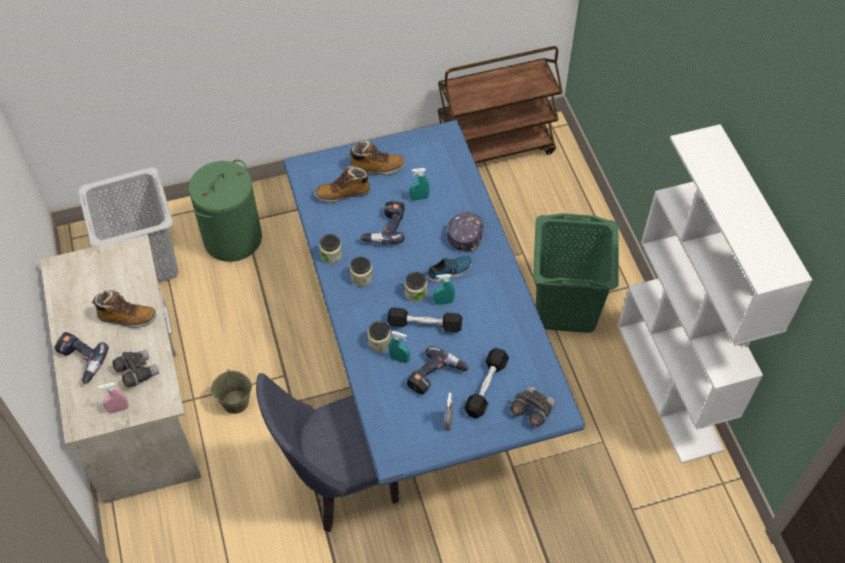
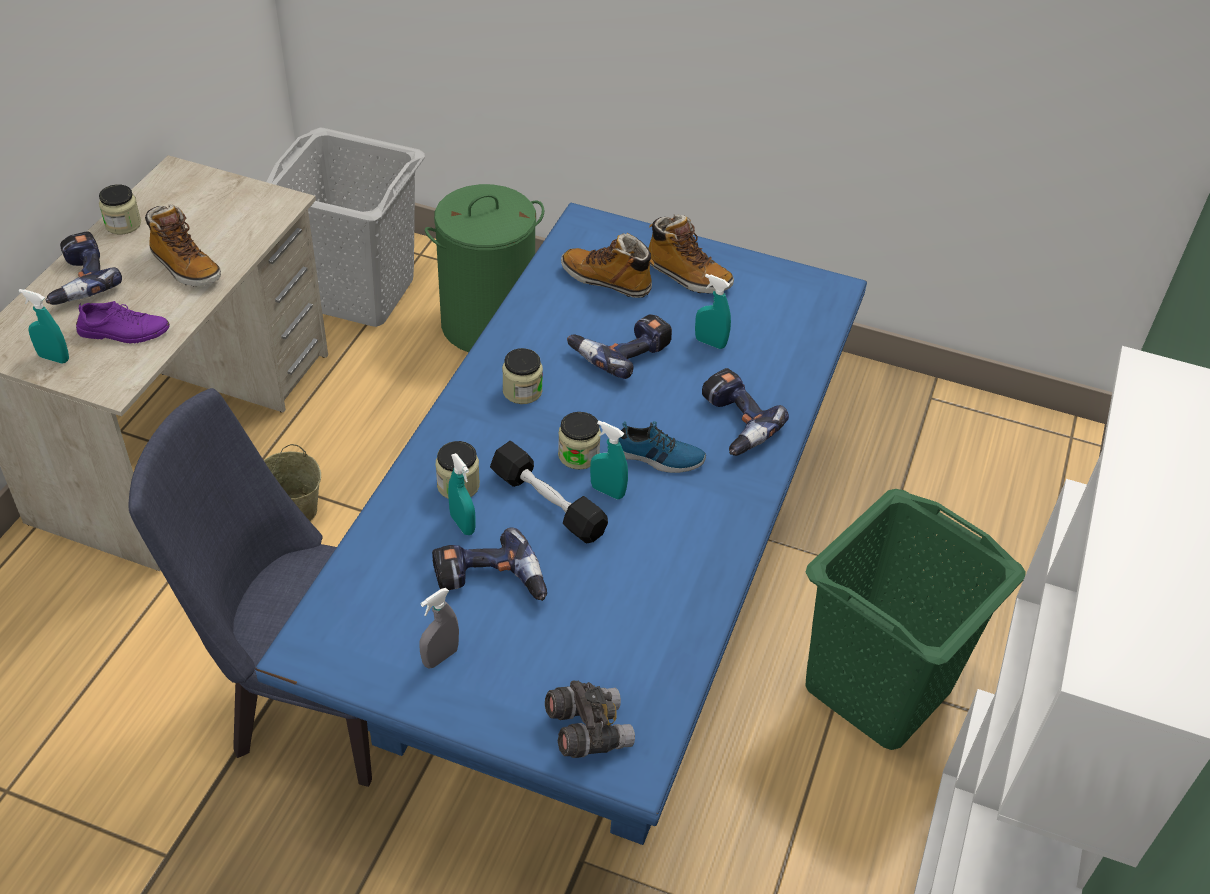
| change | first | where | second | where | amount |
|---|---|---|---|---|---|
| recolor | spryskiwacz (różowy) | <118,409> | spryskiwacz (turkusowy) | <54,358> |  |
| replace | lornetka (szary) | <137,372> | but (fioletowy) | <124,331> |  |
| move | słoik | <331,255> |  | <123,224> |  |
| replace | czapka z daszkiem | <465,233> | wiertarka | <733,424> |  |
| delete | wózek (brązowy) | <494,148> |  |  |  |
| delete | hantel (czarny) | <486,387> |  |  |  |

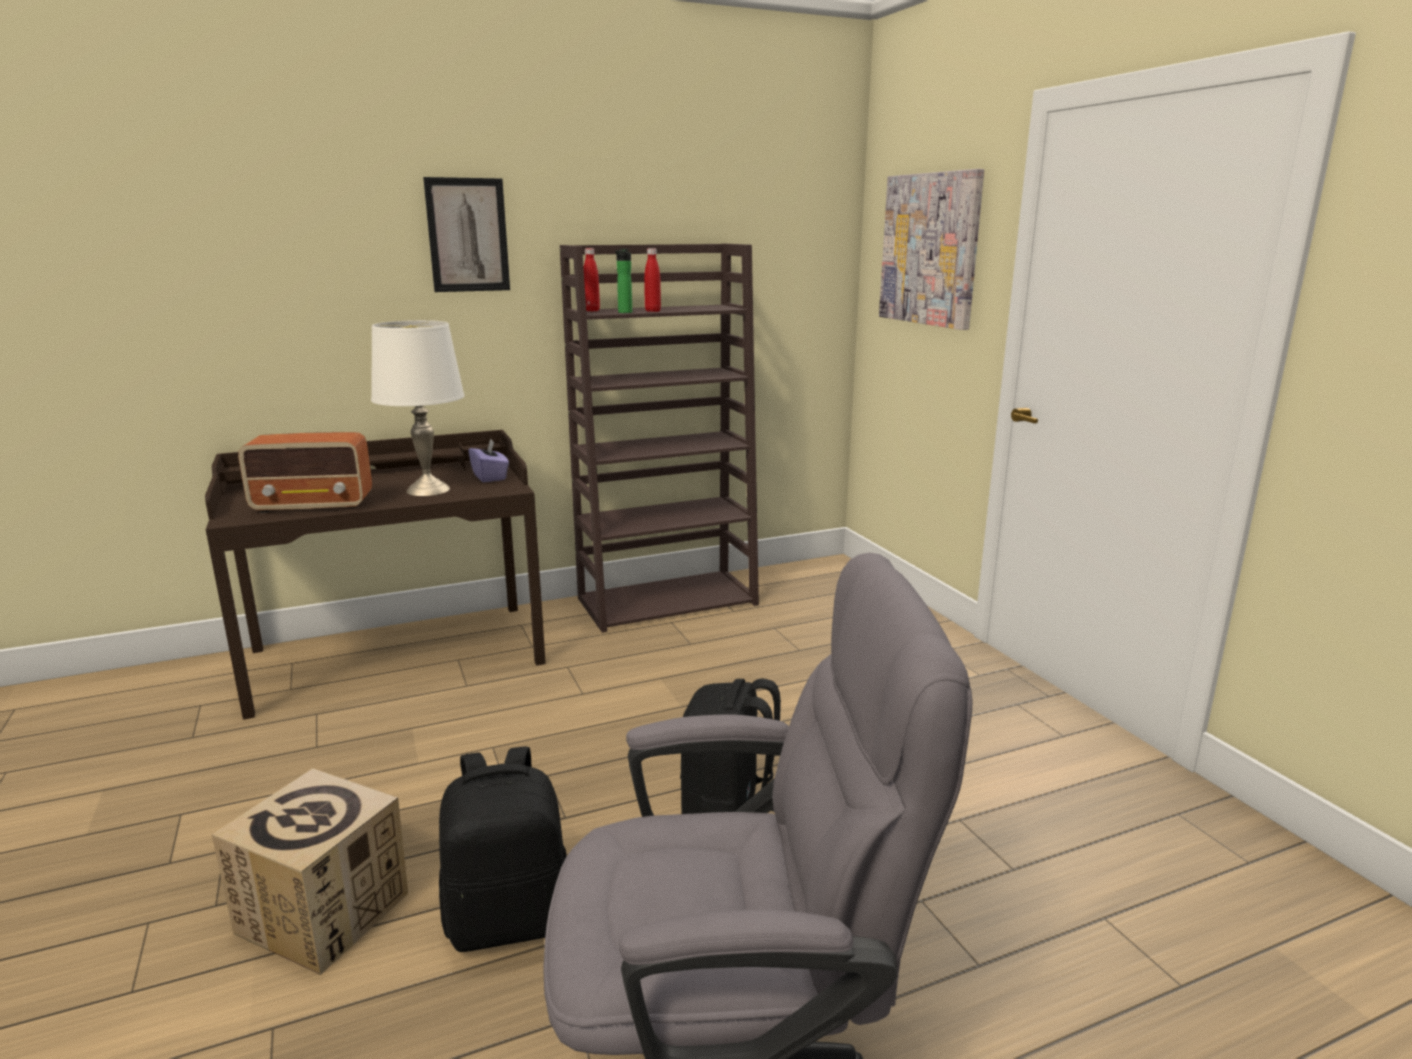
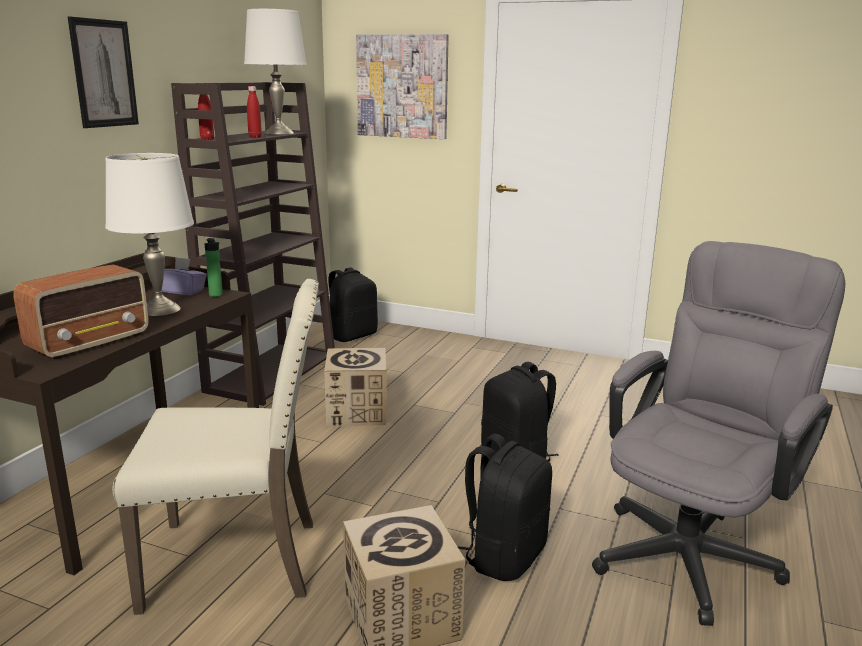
| change | first | where | second | where | amount |
|---|---|---|---|---|---|
| insert |  |  | krzesło (beżowy) | <237,561> |  |
| move | butelka | <624,312> |  | <216,295> |  |
| insert |  |  | lampa stołowa (biały) | <279,133> |  |
| insert |  |  | karton | <357,412> |  |
| insert |  |  | plecak (czarny) | <352,336> |  |

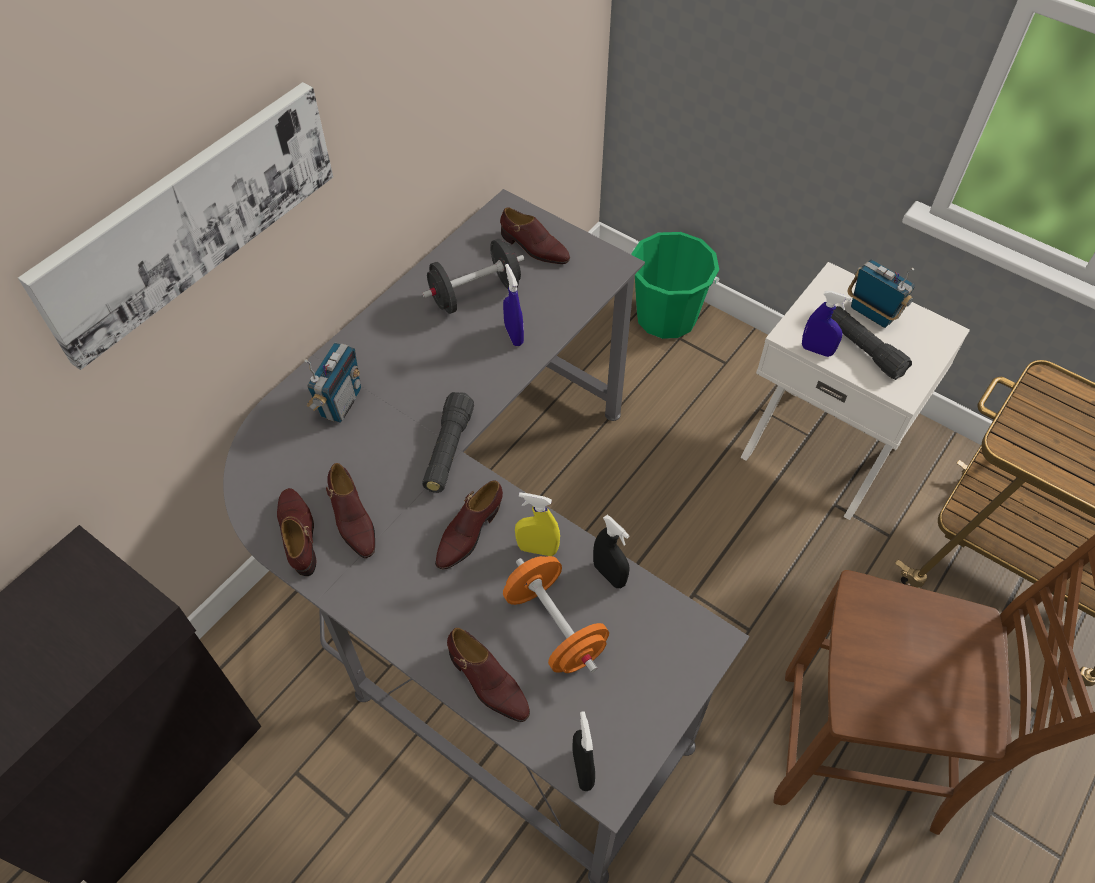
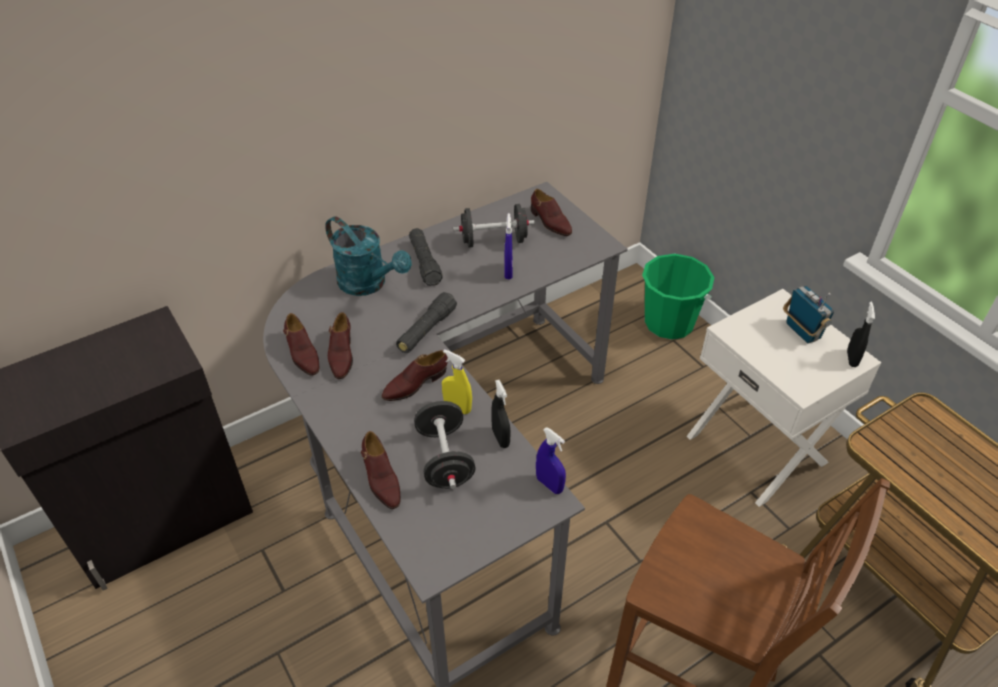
| change | first | where | second | where | amount |
|---|---|---|---|---|---|
| rotate | but (brązowy) | <299,534> |  | <302,354> | 150 degrees clockwise |
| replace | radio | <340,403> | konewka (turkusowy) | <369,284> |  |
| move | latarka (czarny) | <863,349> |  | <424,263> |  |
| recolor | hantel (pomarańczowy) | <555,627> | hantel (czarny) | <445,459> |  |
| move | spryskiwacz (niebieski) | <817,350> |  | <549,484> |  |
| move | spryskiwacz (czarny) | <582,769> |  | <852,359> |  |
| delete | obraz | <189,217> |  |  |  |

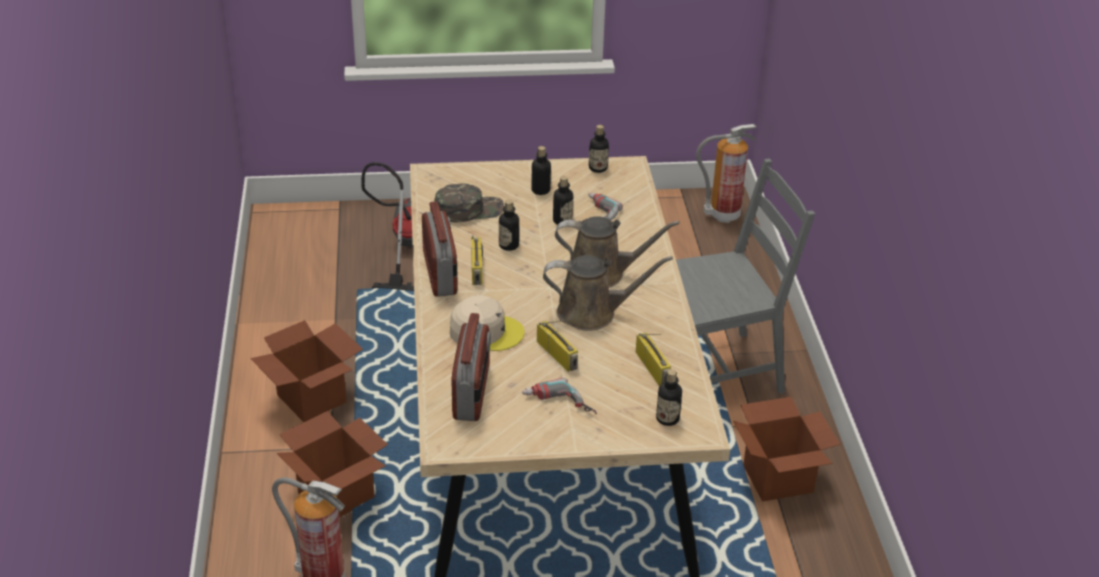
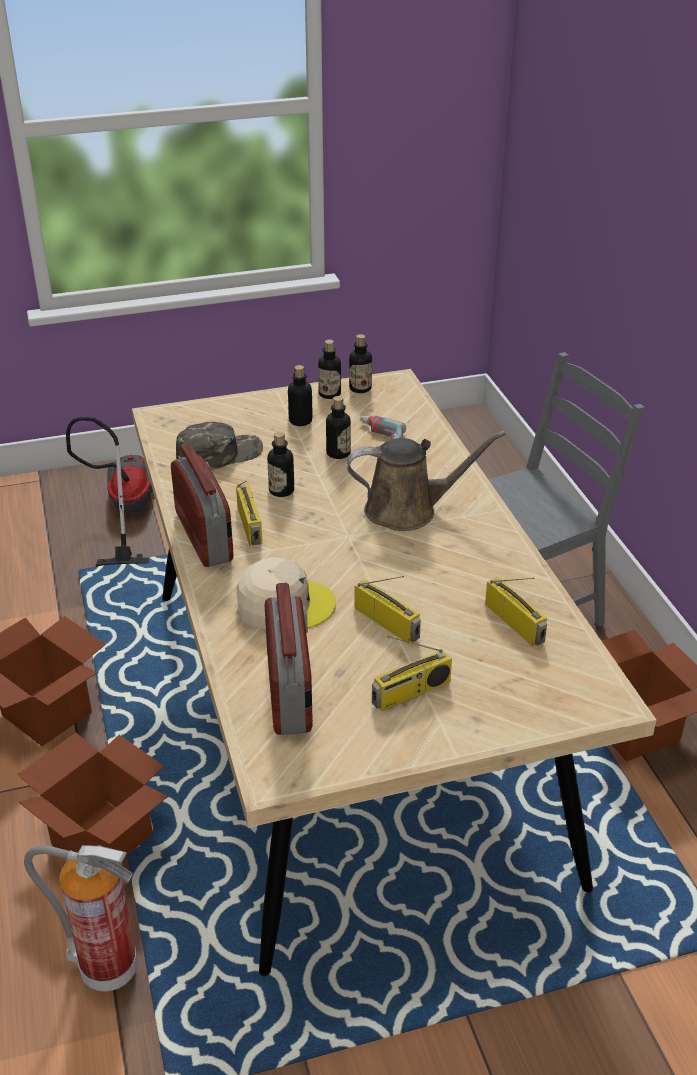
| change | first | where | second | where | amount |
|---|---|---|---|---|---|
| move | butelka | <667,419> |  | <329,394> |  |
| replace | wiertarka | <558,406> | radio | <411,693> |  |
| delete | konewka (brązowy) | <592,313> |  |  |  |
| delete | gaśnica | <722,216> |  |  |  |

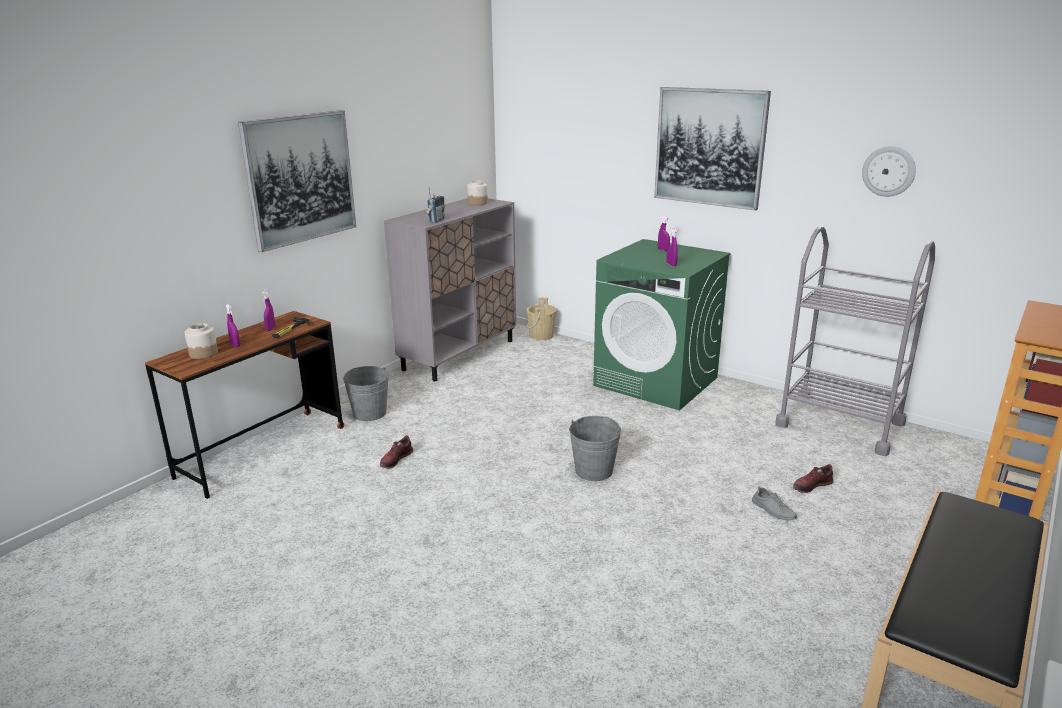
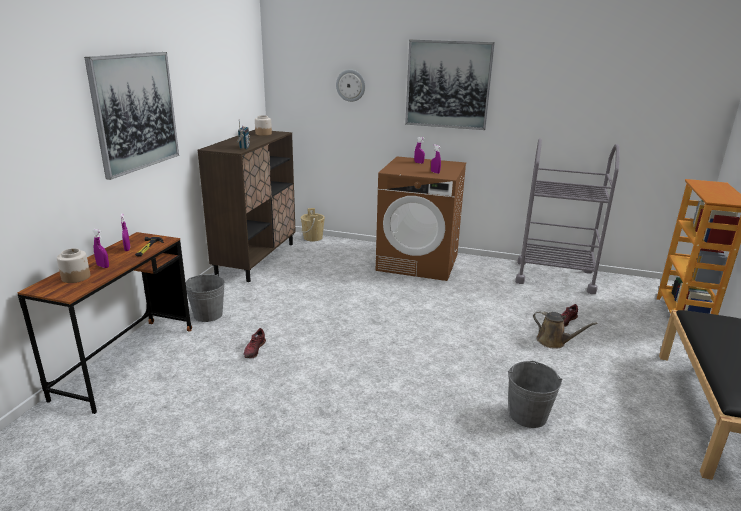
| change | first | where | second | where | amount |
|---|---|---|---|---|---|
| recolor | szafka (szary) | <459,355> | szafka (brązowy) | <256,259> |  |
| move | zegar ścienny | <888,171> |  | <350,85> |  |
| recolor | pralka (zielony) | <656,382> | pralka (brązowy) | <418,262> |  |
| move | wiadro (szary) | <594,470> |  | <528,415> |  |
| replace | but (szary) | <773,510> | konewka (brązowy) | <554,342> |  |

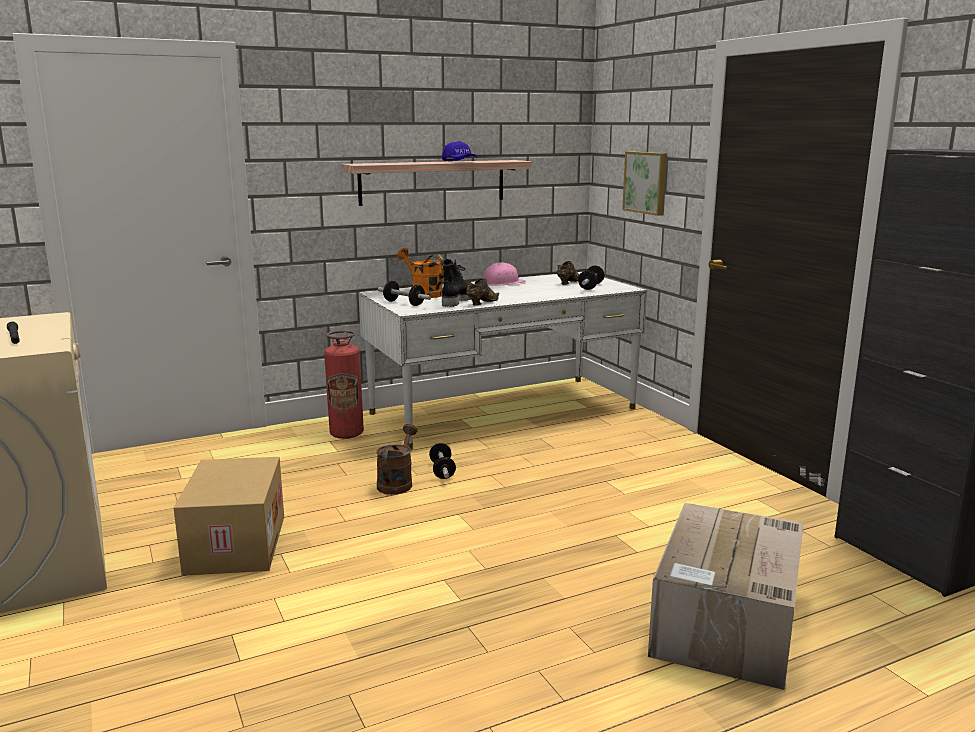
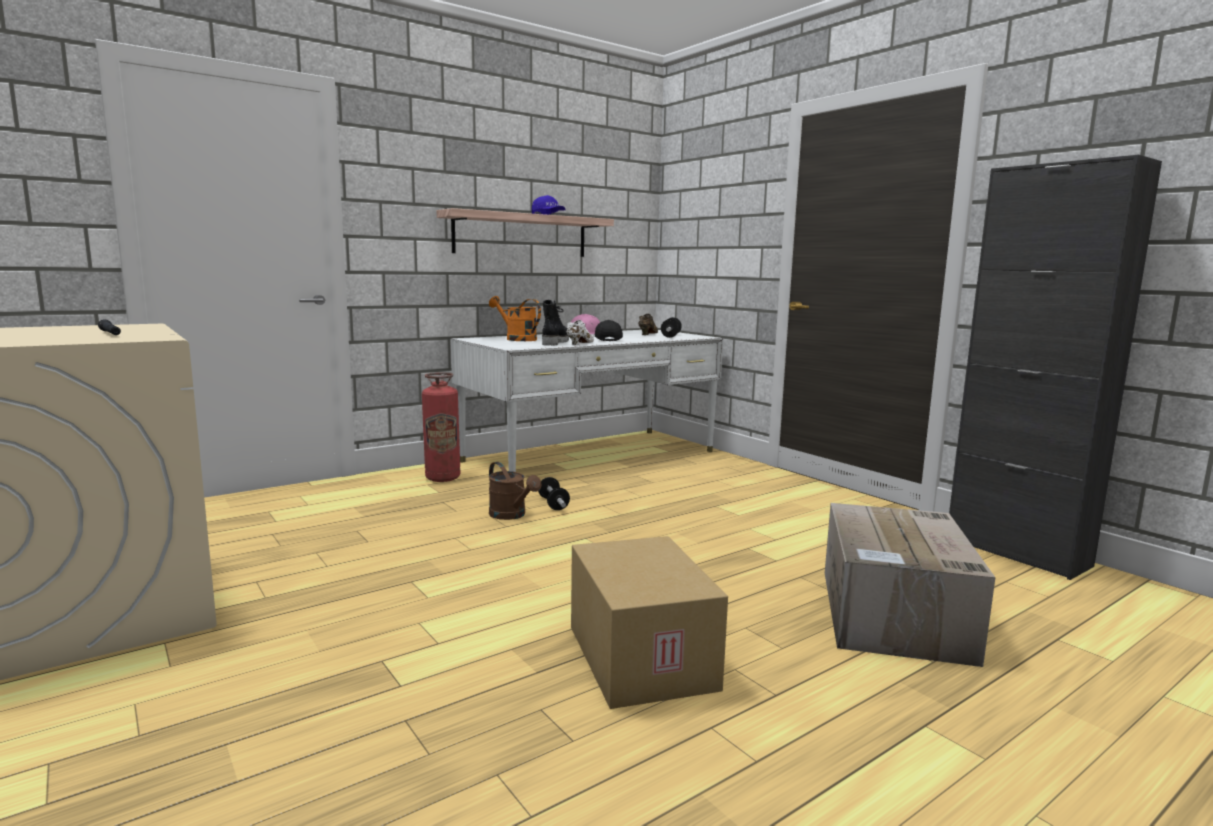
| change | first | where | second | where | amount |
|---|---|---|---|---|---|
| rotate | konewka (brązowy) | <397,483> |  | <511,515> | 135 degrees clockwise |
| recolor | but (brązowy) | <482,303> | but (biały) | <579,344> |  |
| move | karton | <234,544> |  | <638,657> |  |
| insert |  |  | czapka z daszkiem (czarny) | <608,339> |  |
| delete | hantel | <404,303> |  |  |  |
| delete | obraz | <647,182> |  |  |  |

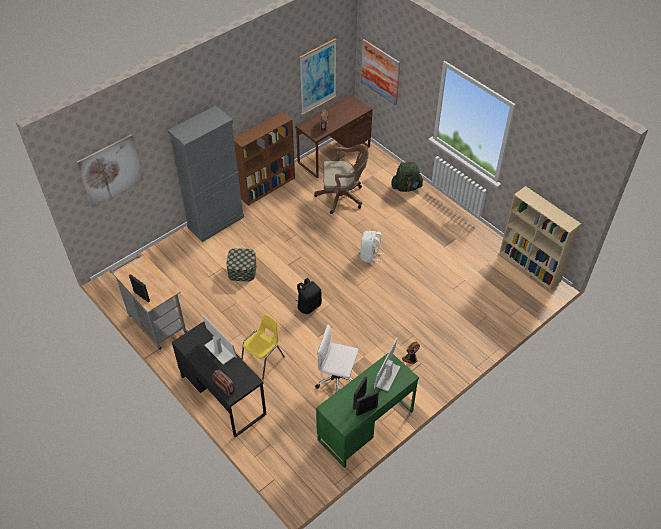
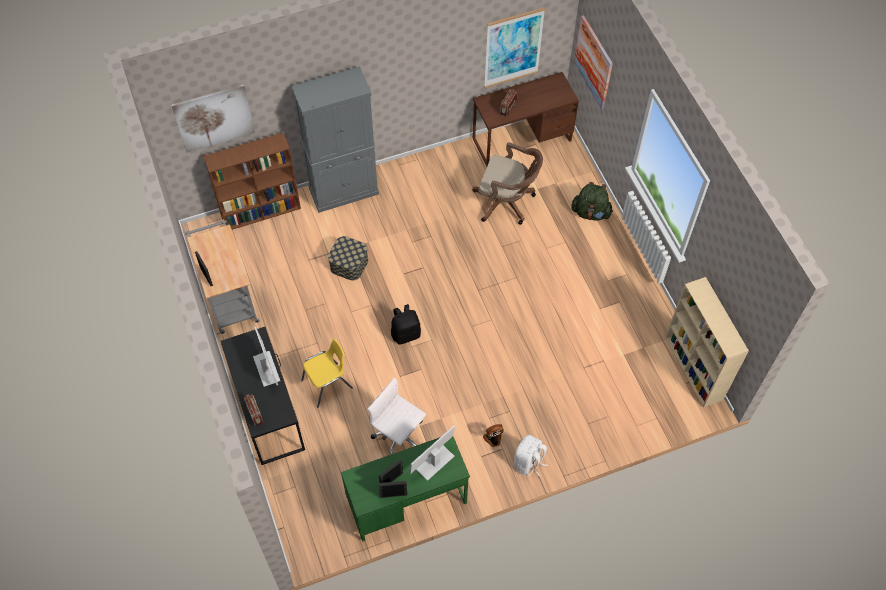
| change | first | where | second | where | amount |
|---|---|---|---|---|---|
| move | regał (brązowy) | <267,187> |  | <261,211> |  |
| move | plecak (biały) | <370,255> |  | <529,462> |  |

